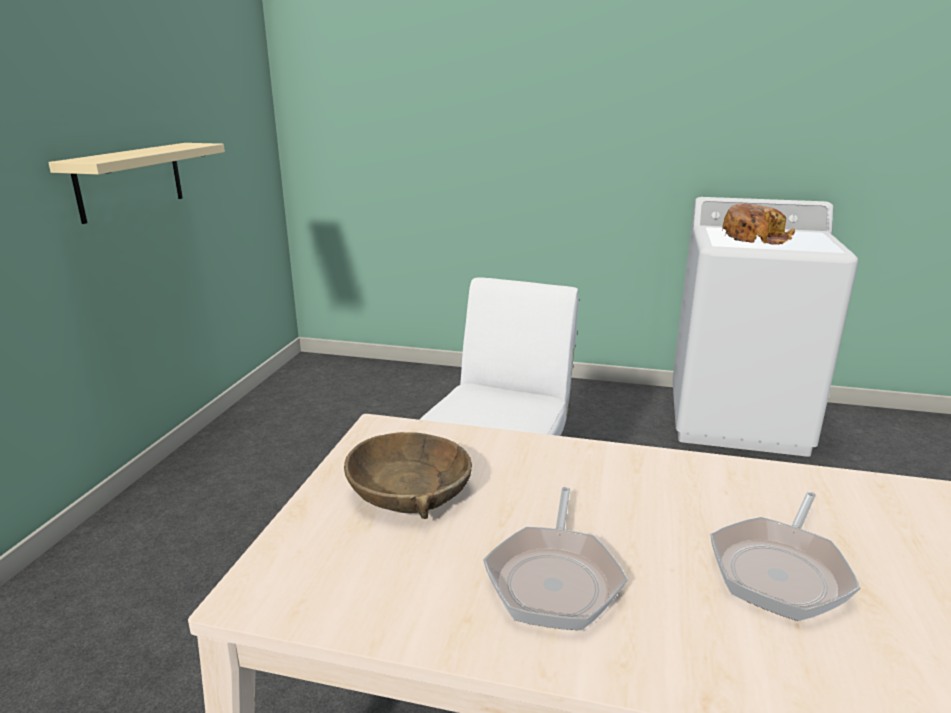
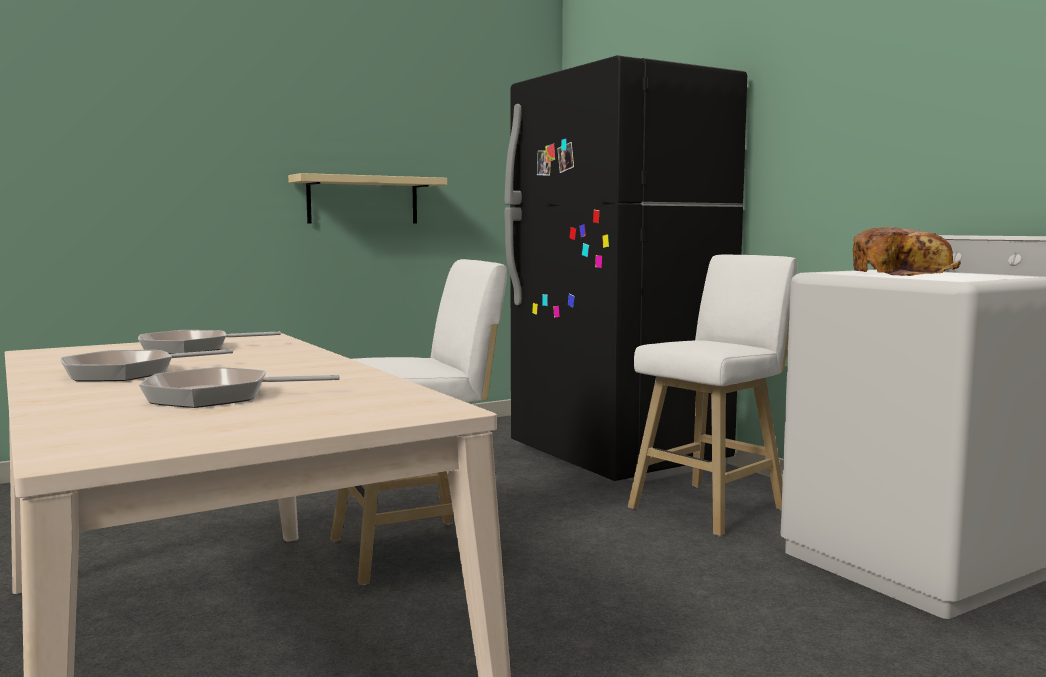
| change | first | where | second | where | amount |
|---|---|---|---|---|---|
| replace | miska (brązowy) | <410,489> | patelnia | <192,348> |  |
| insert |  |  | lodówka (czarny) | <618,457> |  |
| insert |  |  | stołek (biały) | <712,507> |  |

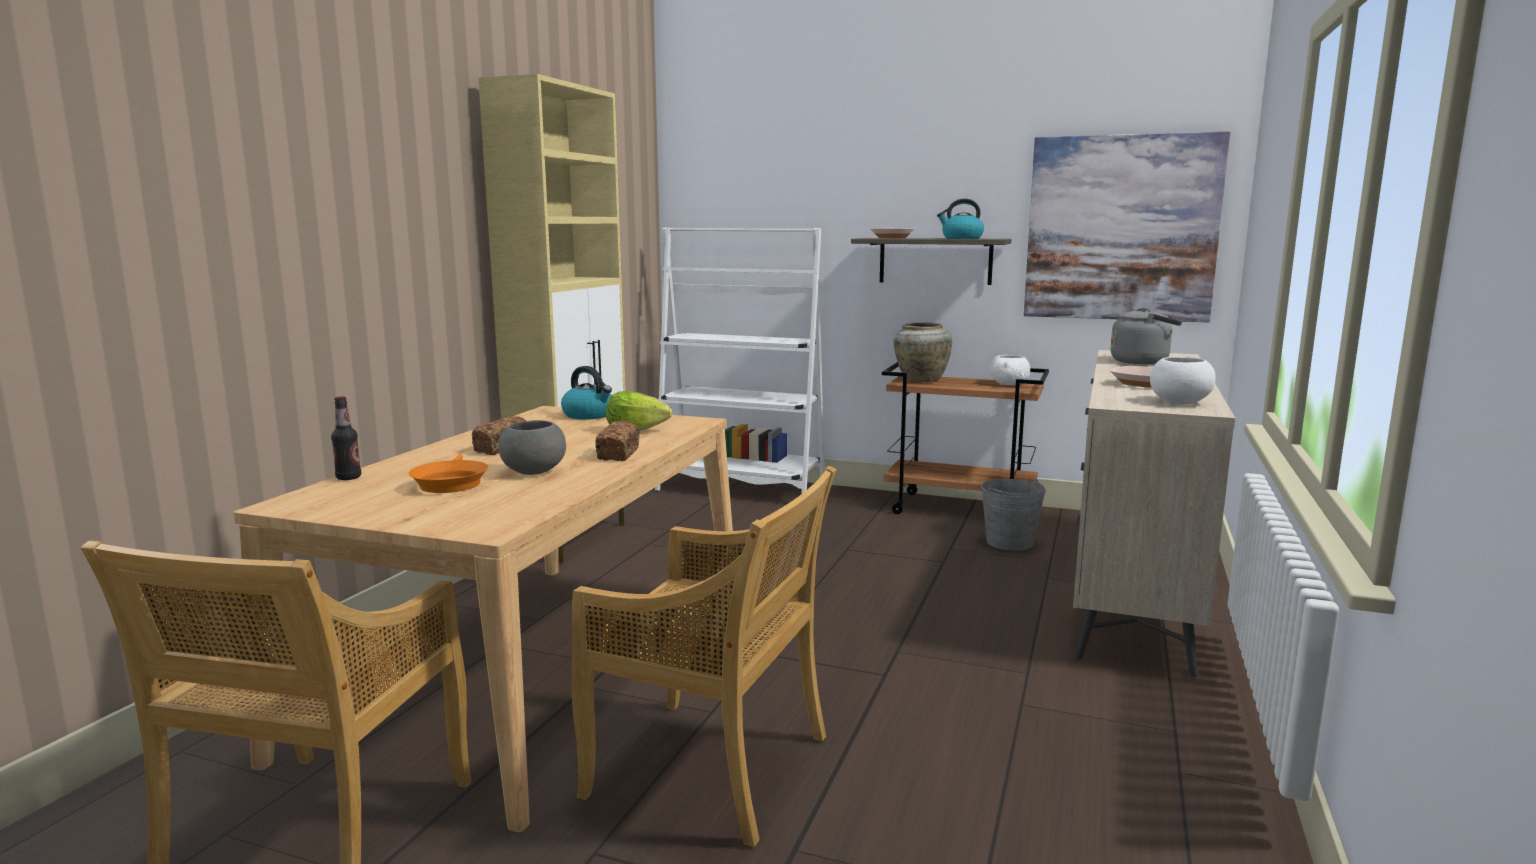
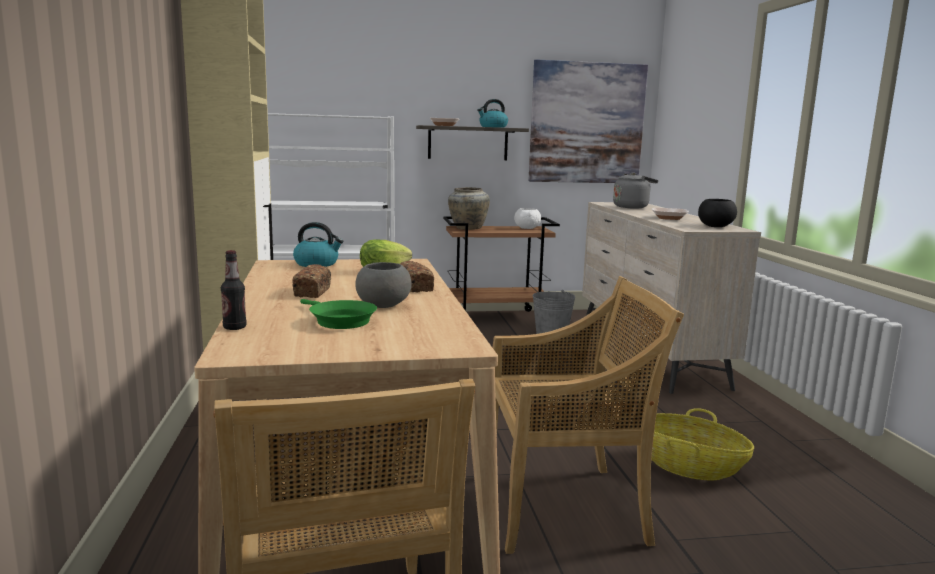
| change | first | where | second | where | amount |
|---|---|---|---|---|---|
| recolor | patelnia (pomarańczowy) | <450,483> | patelnia (zielony) | <339,320> |  |
| insert |  |  | koszyk | <688,466> |  |
| recolor | miska (biały) | <1179,402> | miska (czarny) | <715,226> |  |

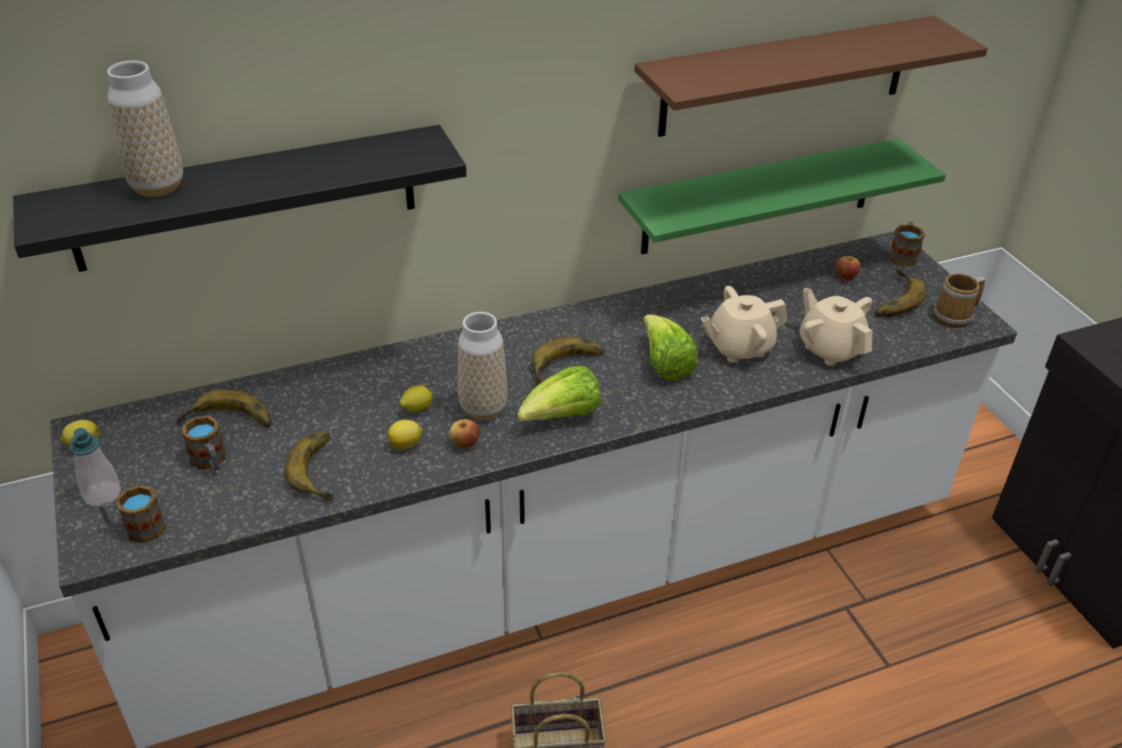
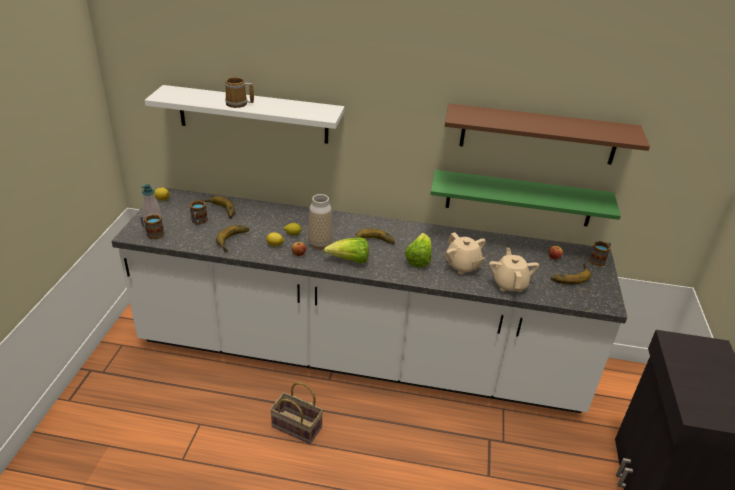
| change | first | where | second | where | amount |
|---|---|---|---|---|---|
| recolor | półka (czarny) | <246,198> | półka (biały) | <253,114> |  |
| move | kubek | <955,317> |  | <238,104> |  |
| rotate | imbryk (beżowy) | <739,347> |  | <462,266> | 135 degrees counterclockwise |
| delete | wazon | <157,187> |  |  |  |

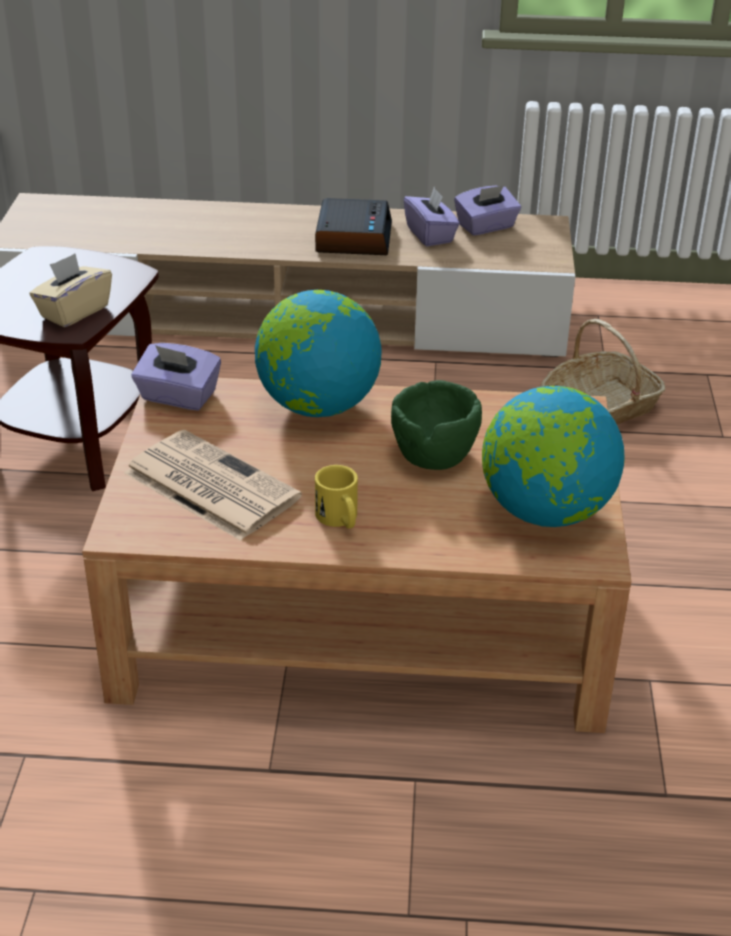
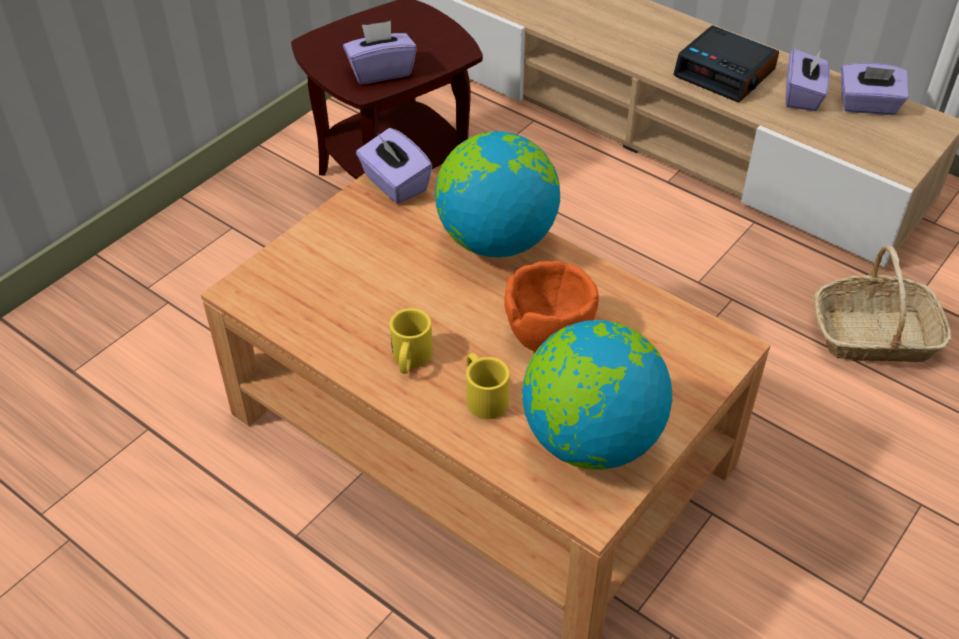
| change | first | where | second | where | amount |
|---|---|---|---|---|---|
| recolor | pudełko chusteczek (beżowy) | <74,311> | pudełko chusteczek (fioletowy) | <381,71> |  |
| insert |  |  | kubek (żółty) | <483,395> |  |
| recolor | miska (zielony) | <434,454> | miska (pomarańczowy) | <549,333> |  |
| rotate | budzik | <352,237> |  | <725,73> | 90 degrees clockwise |
| delete | gazeta | <208,485> |  |  |  |

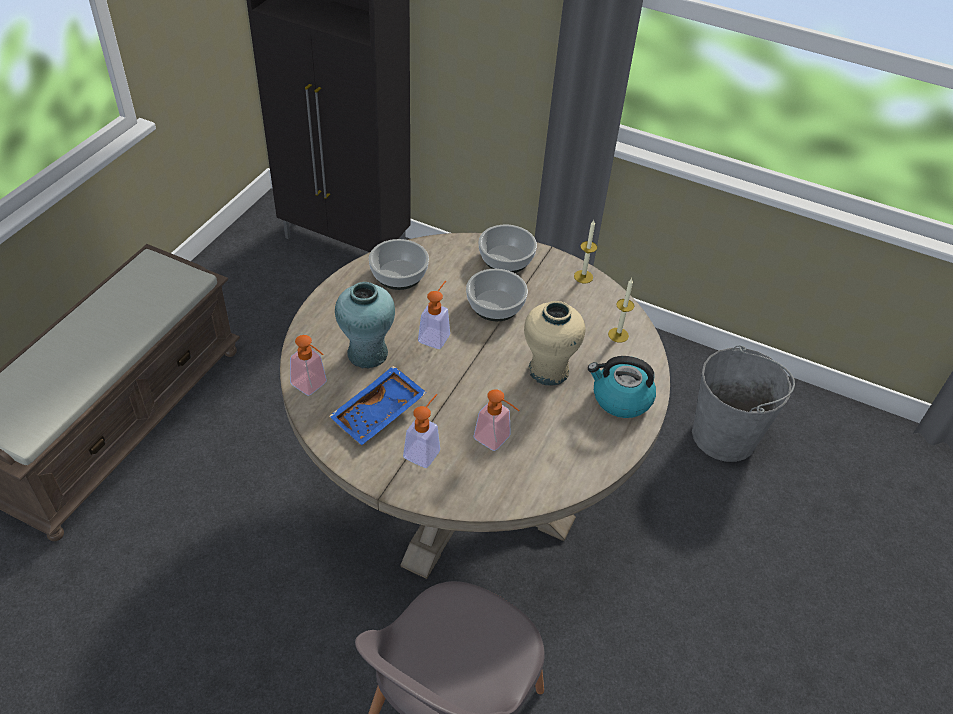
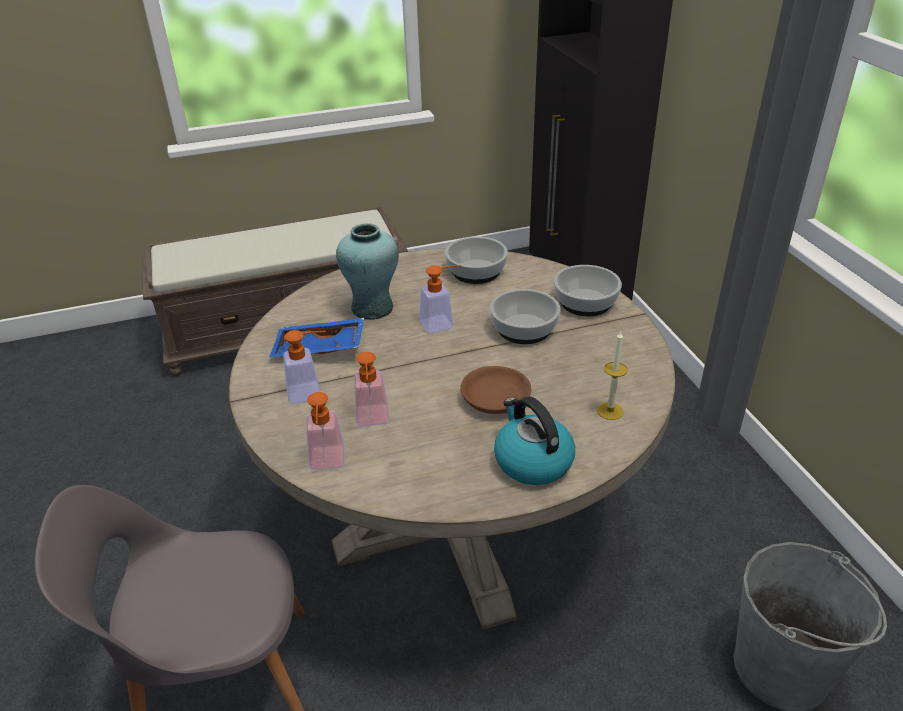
| change | first | where | second | where | amount |
|---|---|---|---|---|---|
| move | dozownik mydła | <313,386> |  | <327,464> |  |
| replace | wazon (beżowy) | <548,371> | miska (brązowy) | <496,399> |  |
| delete | świeca | <583,276> |  |  |  |

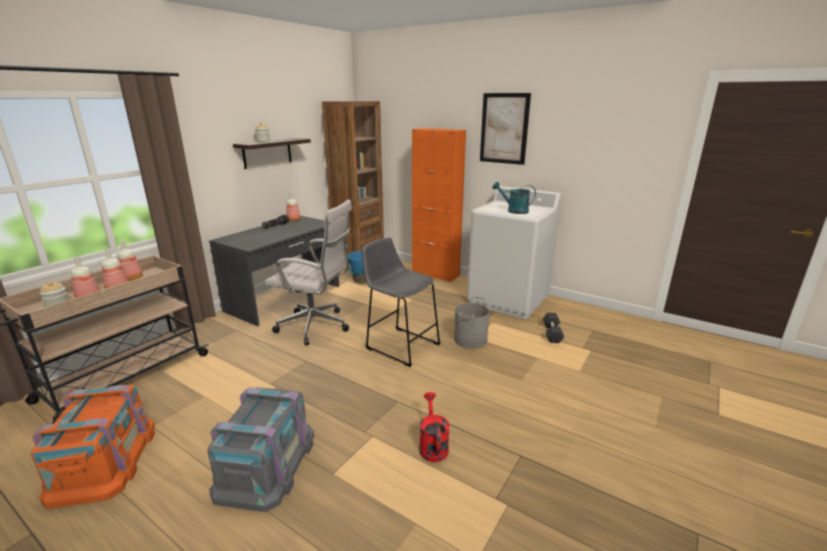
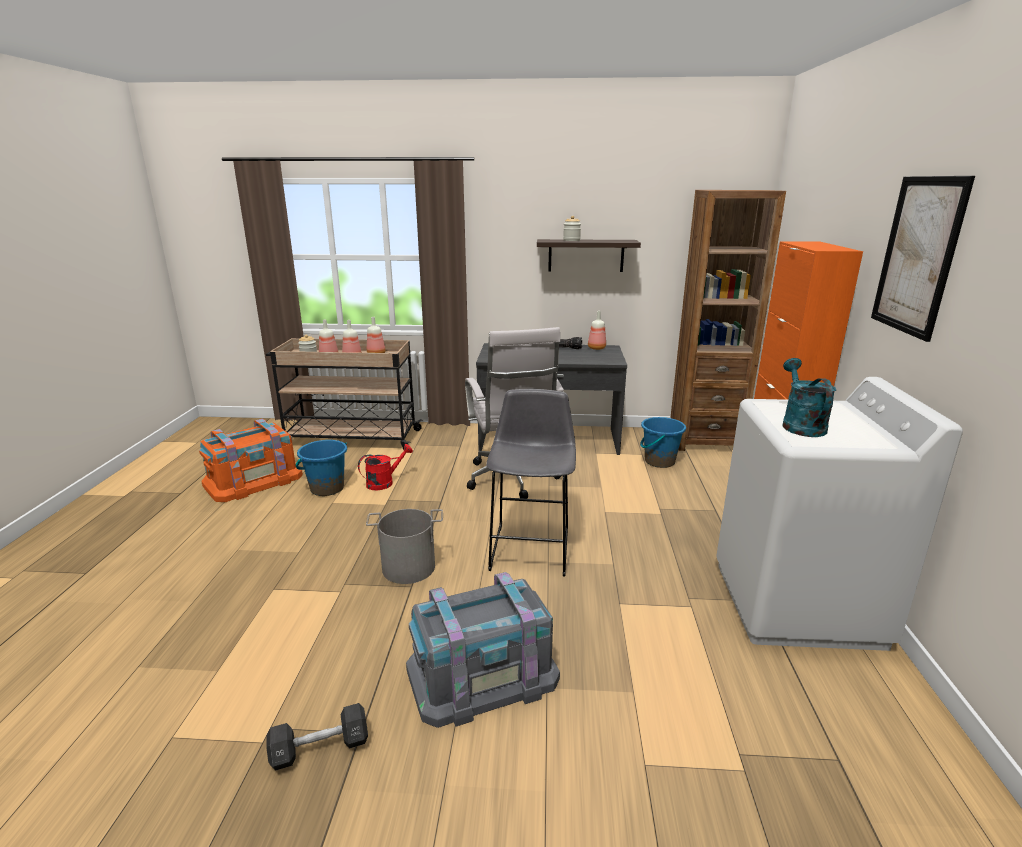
| change | first | where | second | where | amount |
|---|---|---|---|---|---|
| move | hantel (czarny) | <552,333> |  | <320,748> |  |
| insert |  |  | wiadro (niebieski) | <327,488> |  |
| move | konewka (czerwony) | <432,445> |  | <384,482> |  |
| move | wiadro (szary) | <471,339> |  | <408,568> |  |
| move | pojemnik do przechowywania (szary) | <266,463> |  | <482,675> |  |

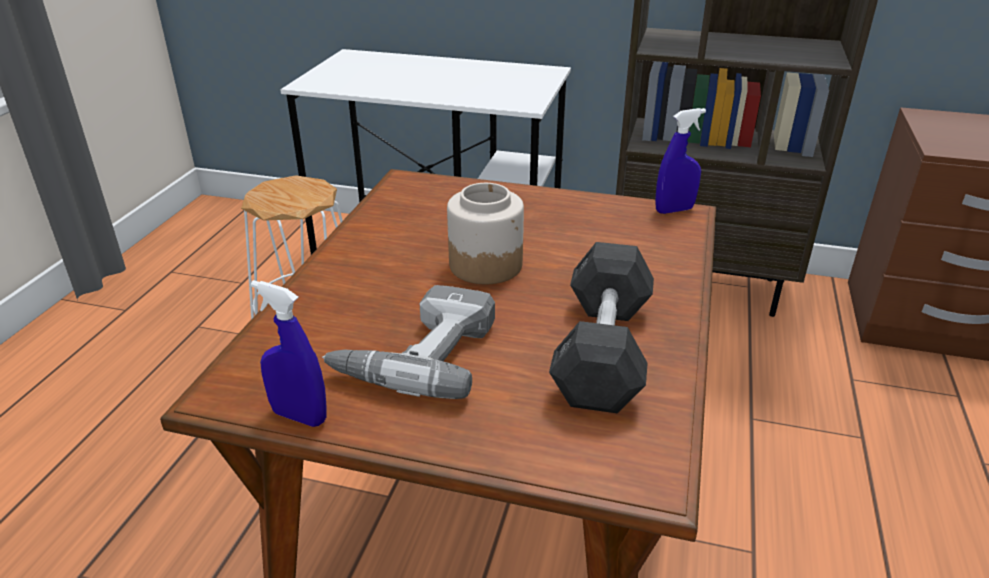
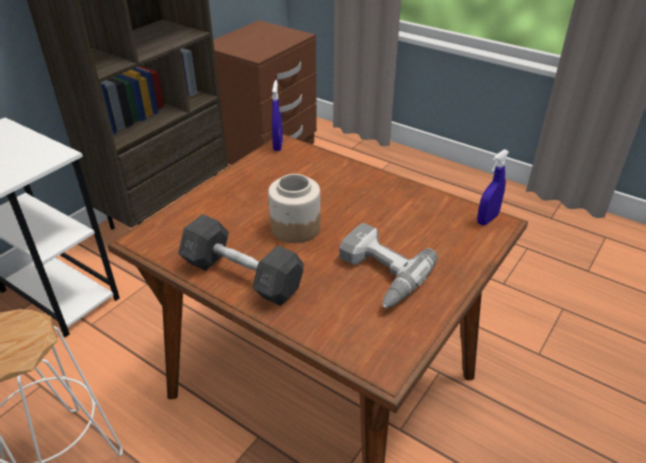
| change | first | where | second | where | amount |
|---|---|---|---|---|---|
| move | hantel (szary) | <603,351> |  | <242,276> |  |
| move | spryskiwacz (niebieski) | <299,416> |  | <487,219> |  |

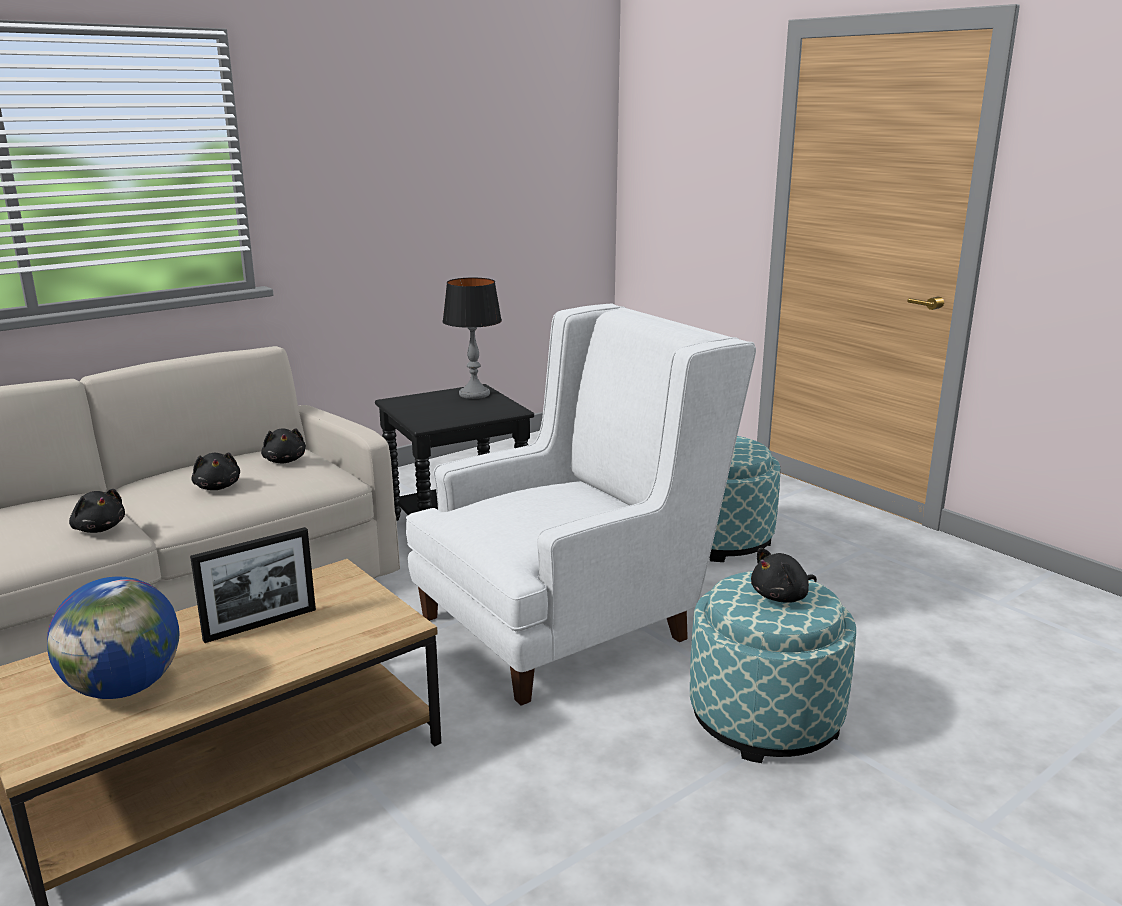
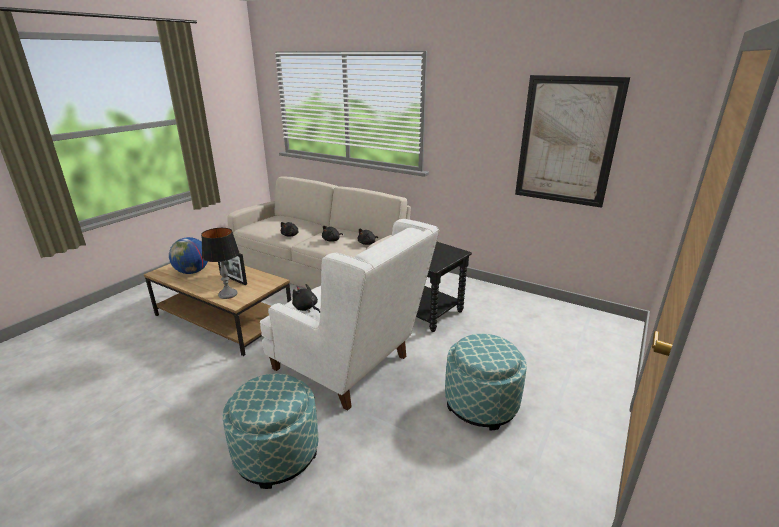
| change | first | where | second | where | amount |
|---|---|---|---|---|---|
| move | lampa stołowa | <474,394> |  | <228,294> |  |
| move | pluszak (czarny) | <782,597> |  | <306,308> |  |
| insert |  |  | obraz | <566,141> |  |

